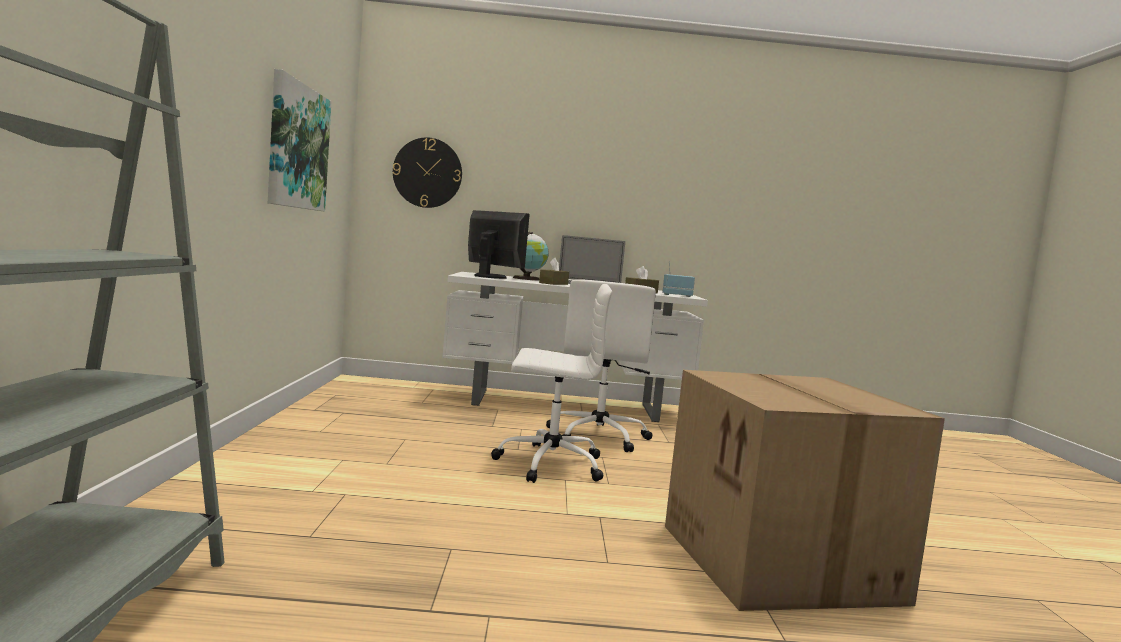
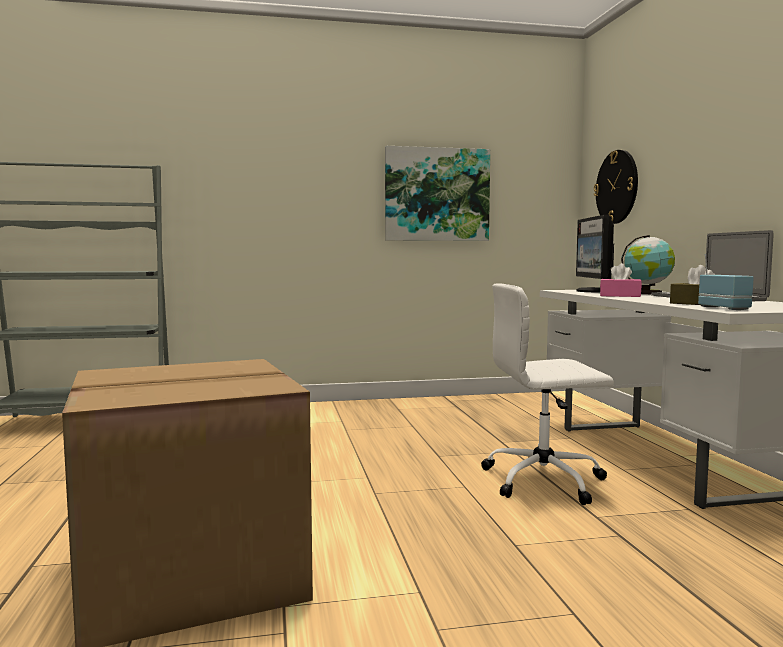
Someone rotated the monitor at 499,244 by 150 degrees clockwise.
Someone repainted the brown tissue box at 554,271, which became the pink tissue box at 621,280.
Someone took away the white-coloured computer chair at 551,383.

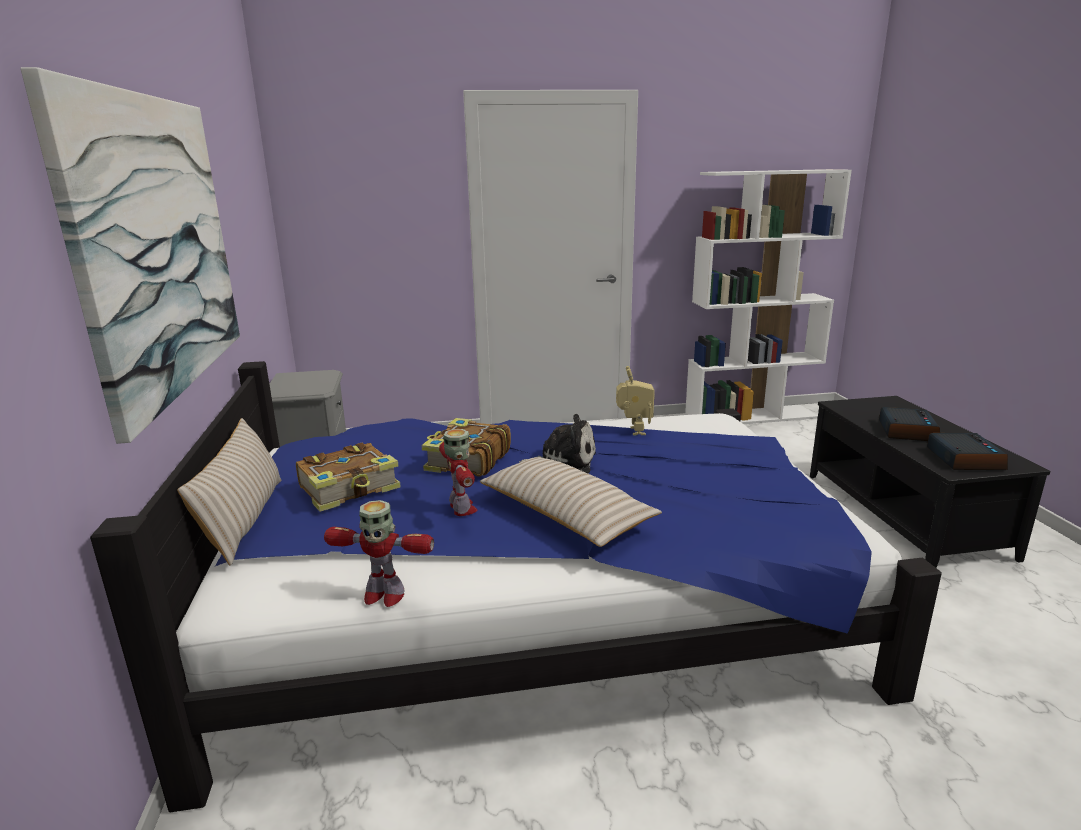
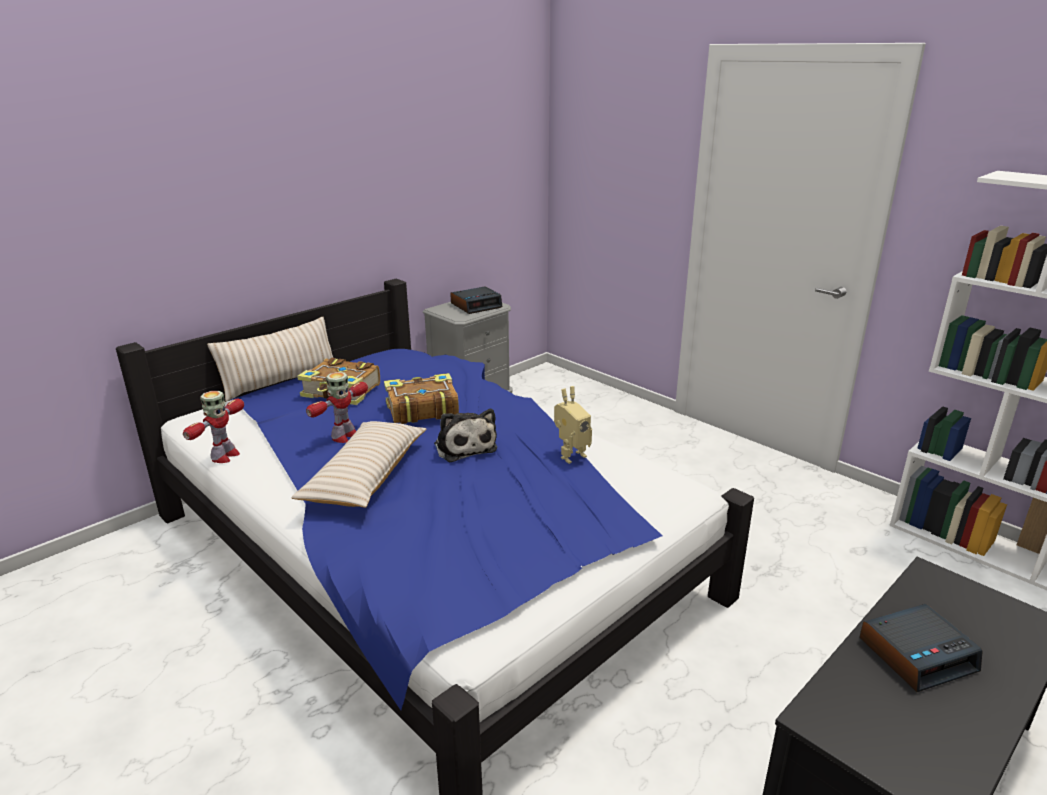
Someone rotated the robot figure at 379,553 by 135 degrees counterclockwise.
Someone carried the alarm clock from 967,451 to 476,300.
Someone took away the picture at 130,255.

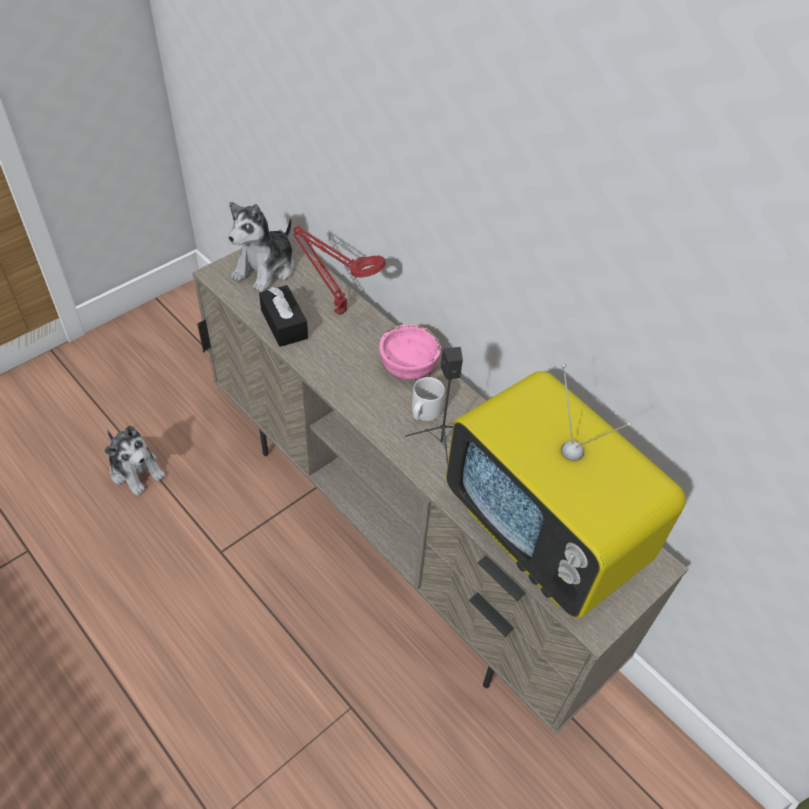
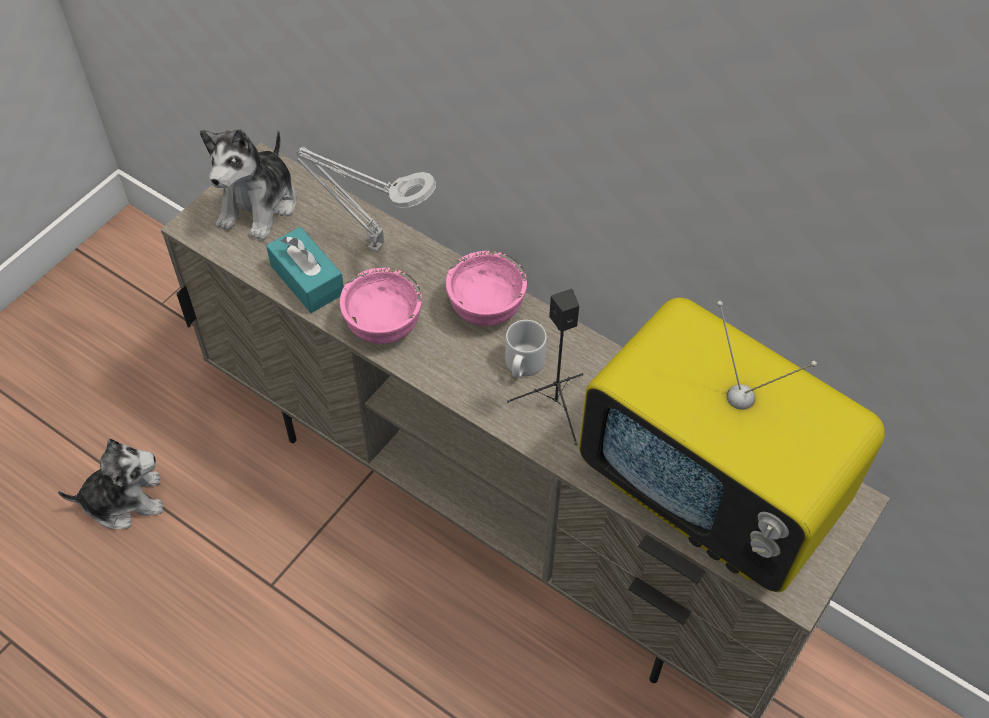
Someone rotated the soft toy at 135,461 by 45 degrees counterclockwise.
Someone repainted the black-coloured tissue box at 283,316, which became the blue-green tissue box at 305,270.
Someone repainted the red-coloured tabletop lamp at 339,270, which became the greyish tabletop lamp at 366,199.
Someone put down the pink deep dish at 381,306.

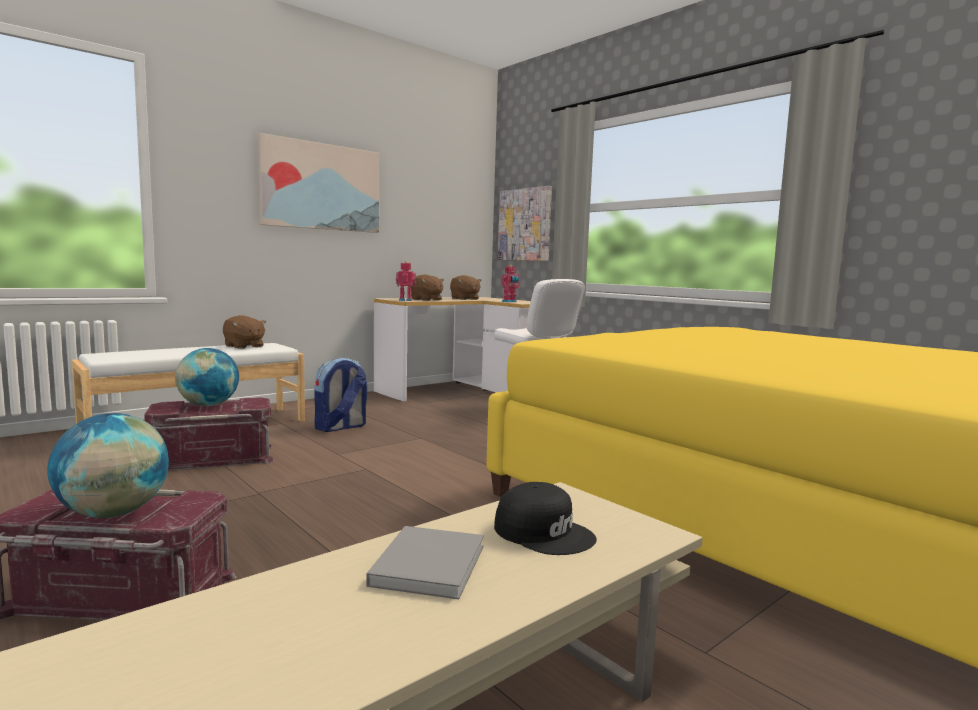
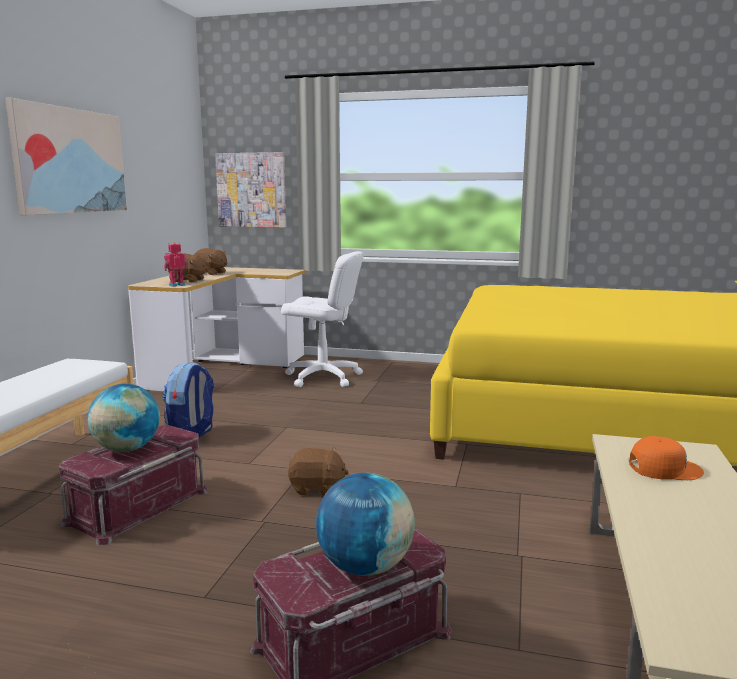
Someone carried the brown soft toy from 244,332 to 318,472.
Someone repainted the black-coloured cap at 545,518, which became the orangey cap at 666,458.
Someone took away the greyish bound book at 425,562.
Someone took away the robot figure at 510,283.

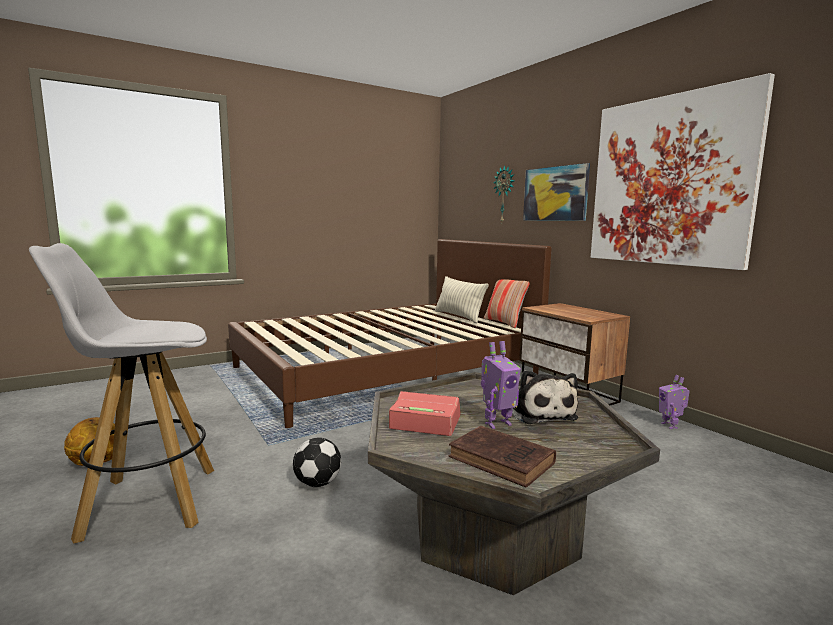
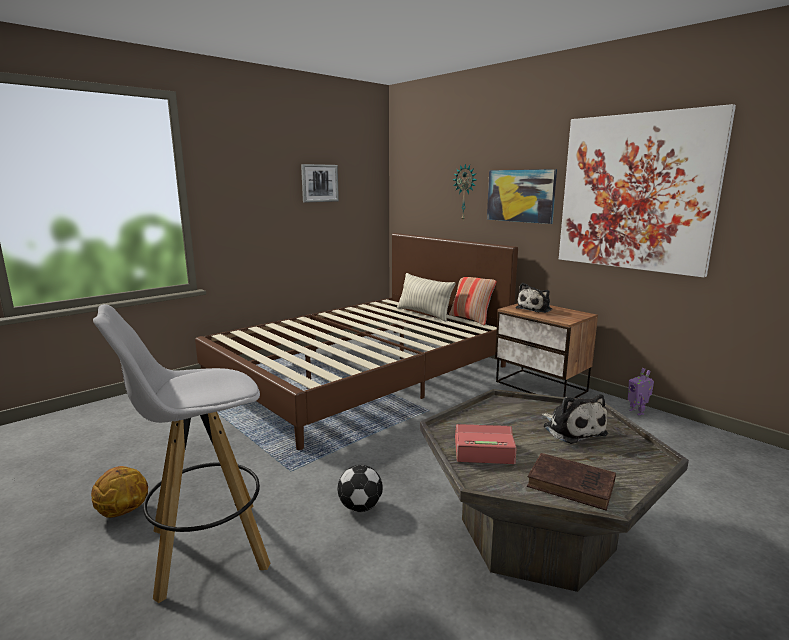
Someone put up the picture at 320,183.
Someone put down the soft toy at 534,298.
Someone took away the robot figure at 501,385.

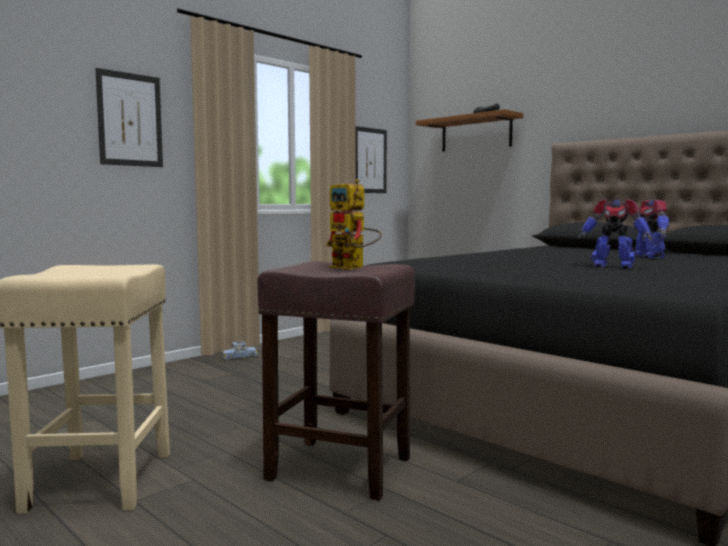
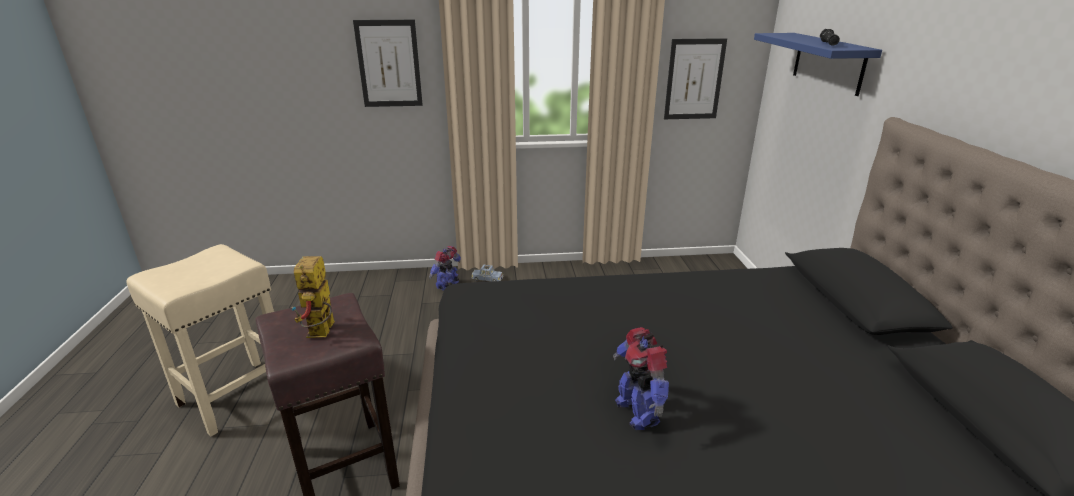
Someone carried the robot figure from 650,229 to 445,268.
Someone repainted the brown wall shelf at 469,130, which became the bluish wall shelf at 818,64.

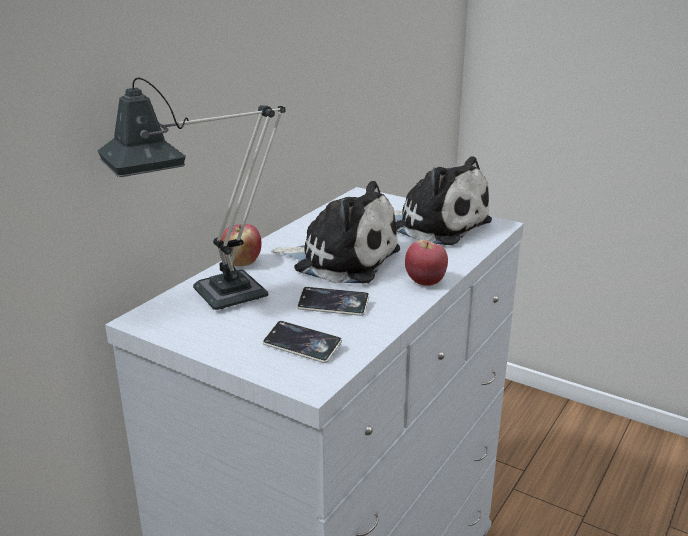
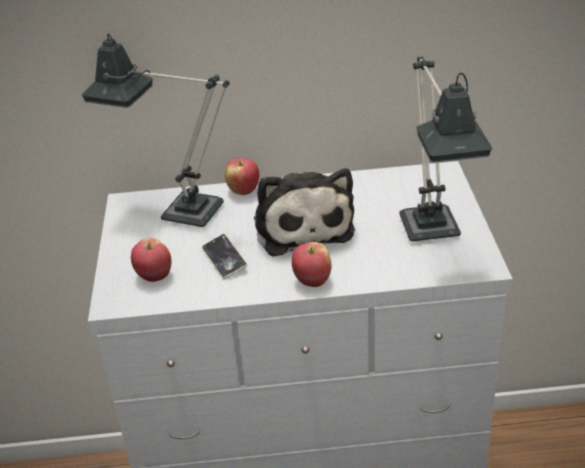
Someone swapped the telephone at 302,342 for the apple fruit at 151,260.
Someone swapped the soft toy at 443,201 for the tabletop lamp at 445,148.

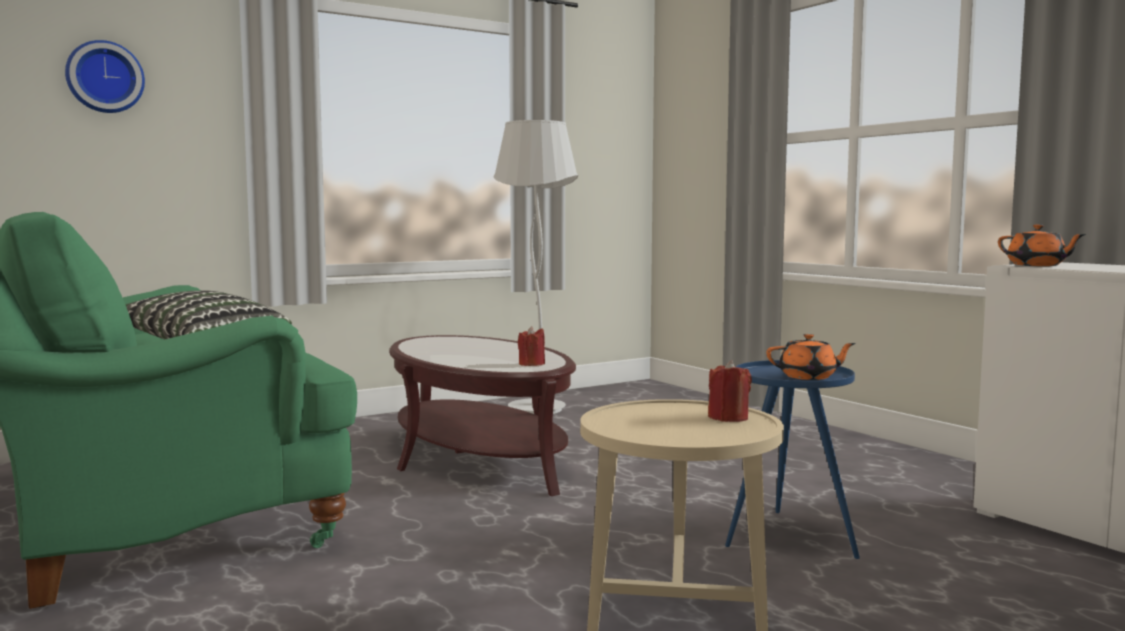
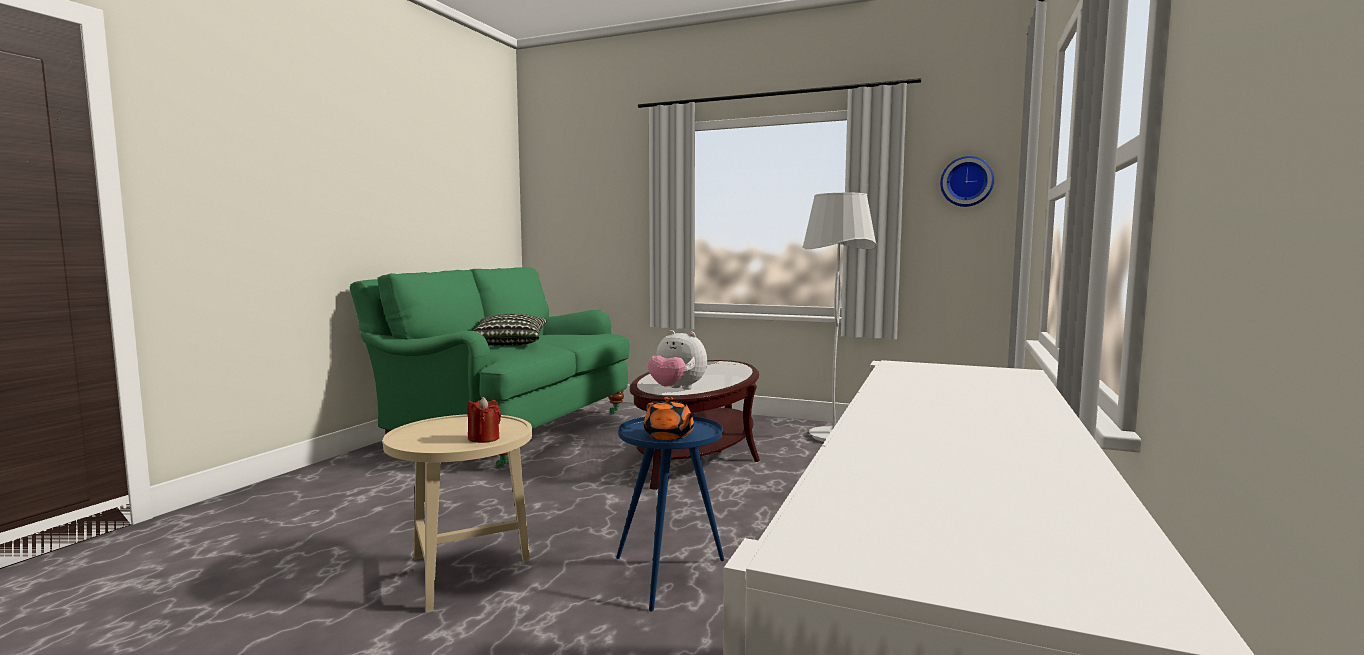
Someone swapped the red-coloured wax light at 531,346 for the soft toy at 677,360.
Someone carried the wall clock from 105,76 to 967,181.
Someone took away the orangey teapot at 1042,245.

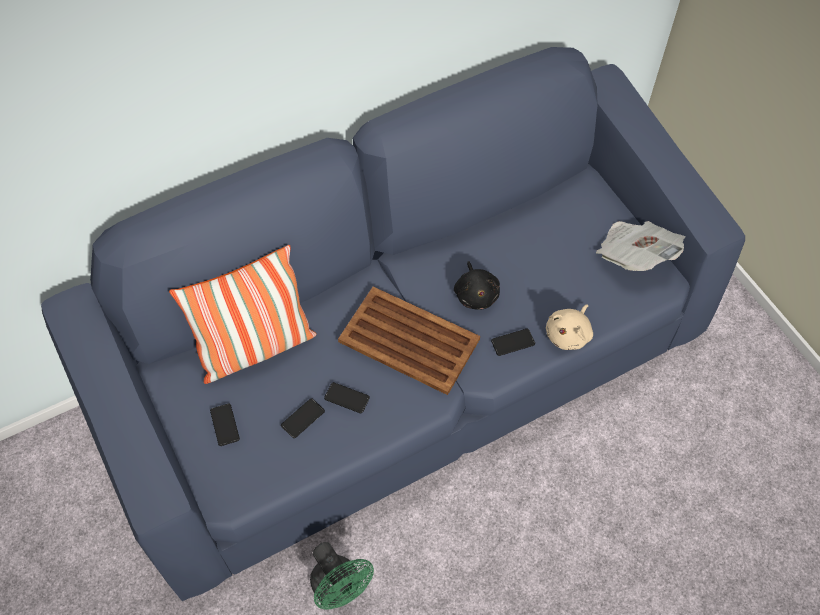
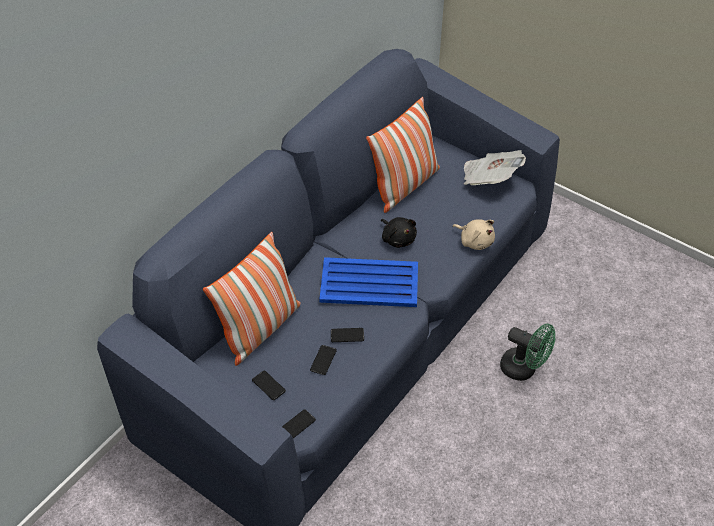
Someone carried the telephone from 513,342 to 299,423.
Someone repainted the brown tray at 409,341, which became the bluish tray at 368,282.
Someone put down the pillow at 403,155.
Someone rotated the beige soft toy at 569,327 by 60 degrees counterclockwise.
Someone carried the green electric fan from 342,576 to 527,352.

